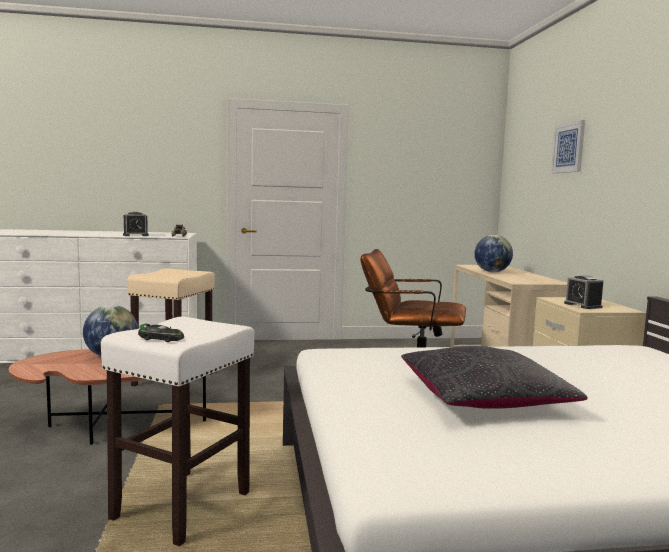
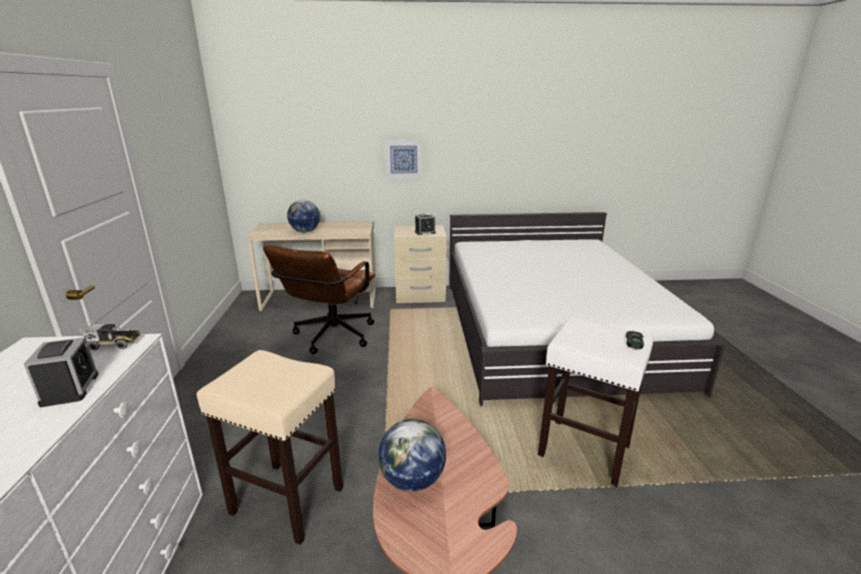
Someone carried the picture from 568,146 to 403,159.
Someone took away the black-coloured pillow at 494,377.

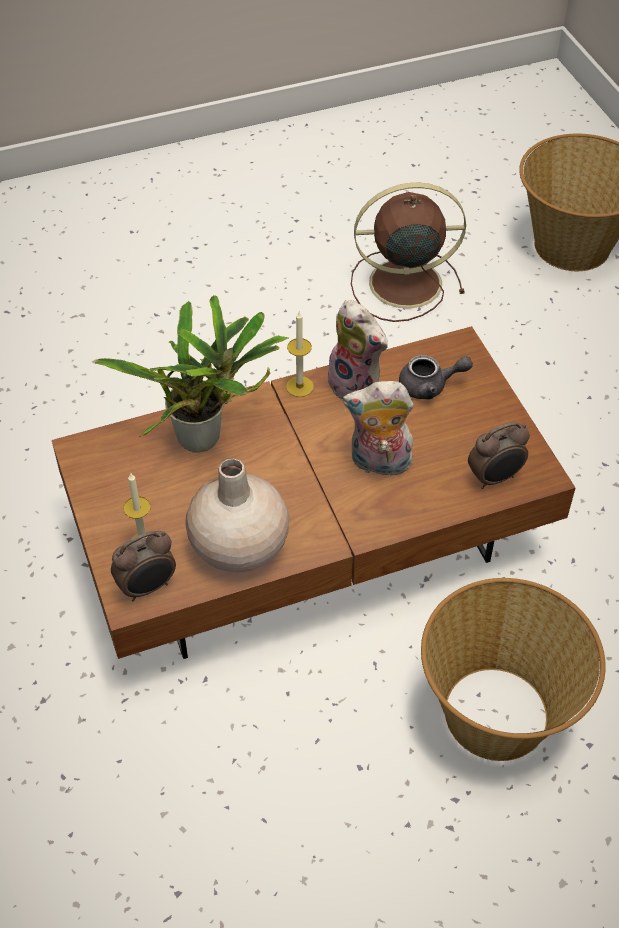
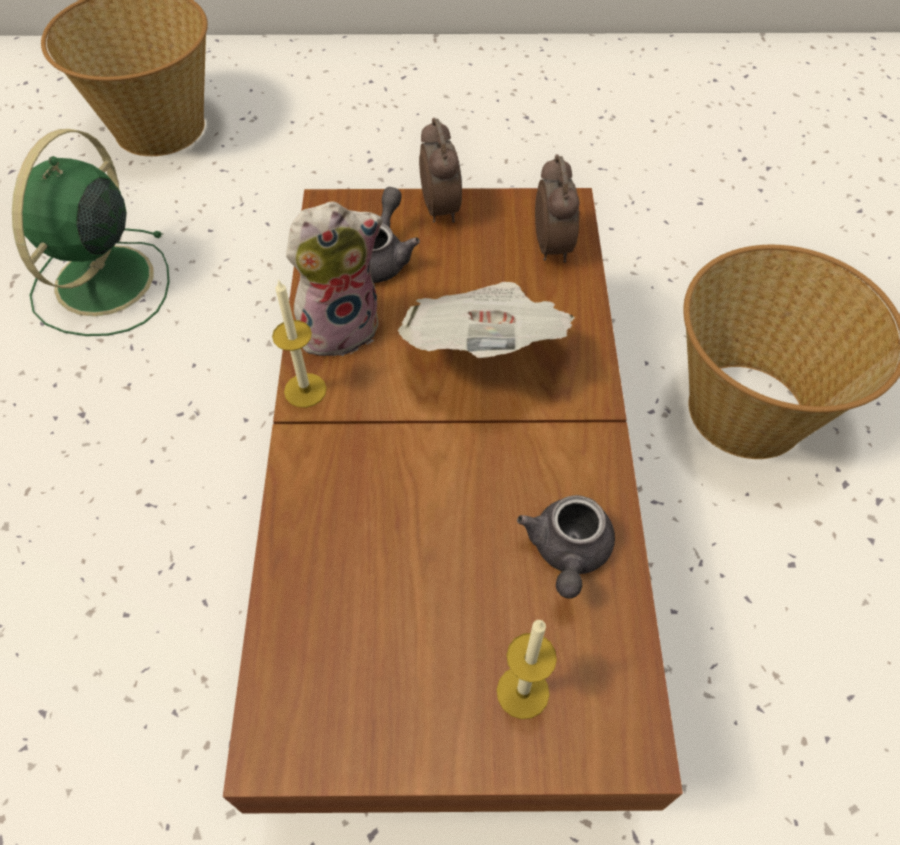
Someone repainted the brown electric fan at 408,252, which became the green electric fan at 90,232.
Someone swapped the soft toy at 378,428 for the daily paper at 486,320.
Someone carried the alarm clock from 143,566 to 440,170.
Someone swapped the beige decorative vase at 237,515 for the greyish teapot at 566,547.
Someone took away the plant in a pot at 191,374.

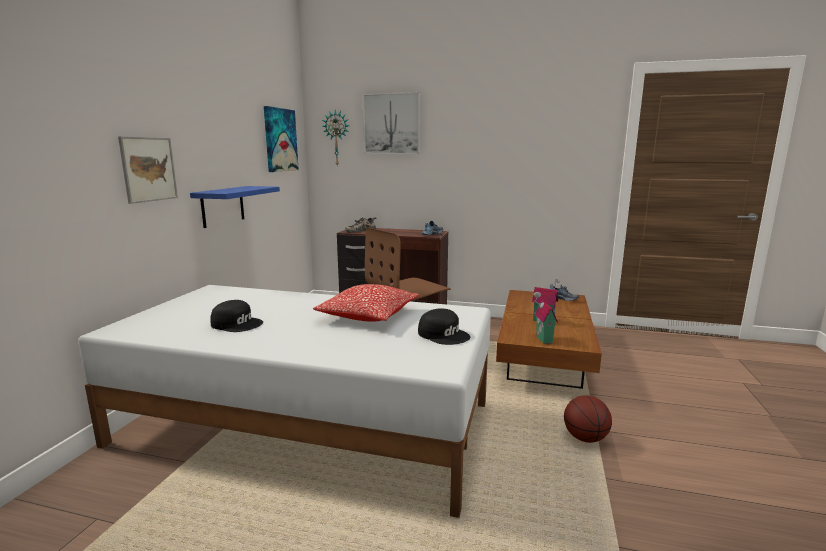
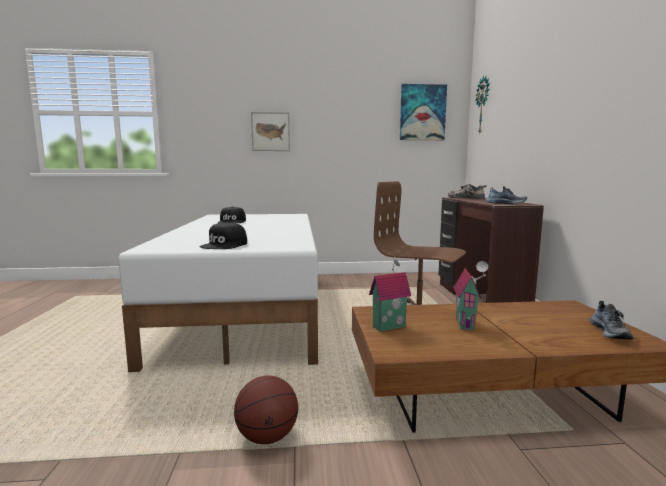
Someone took away the bluish wall shelf at 235,207.
Someone took away the pillow at 366,303.
Someone took away the picture at 391,123.

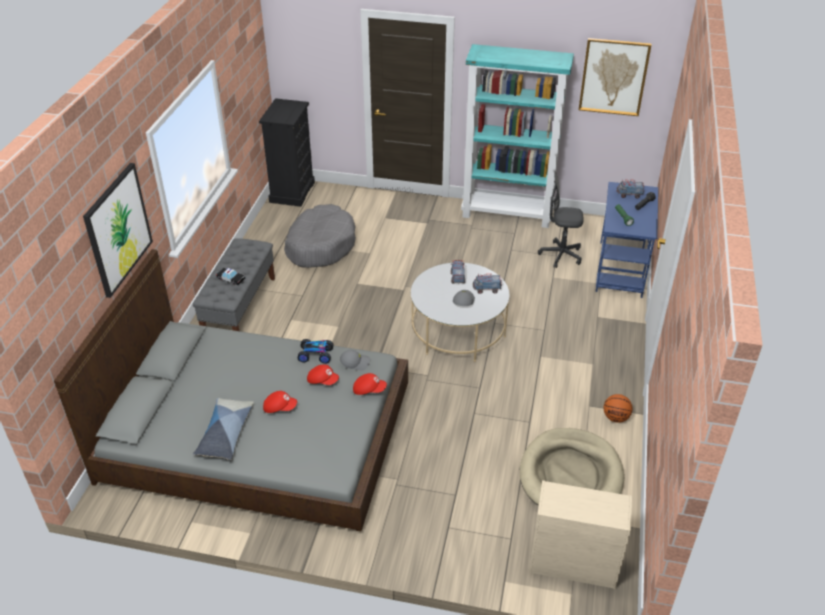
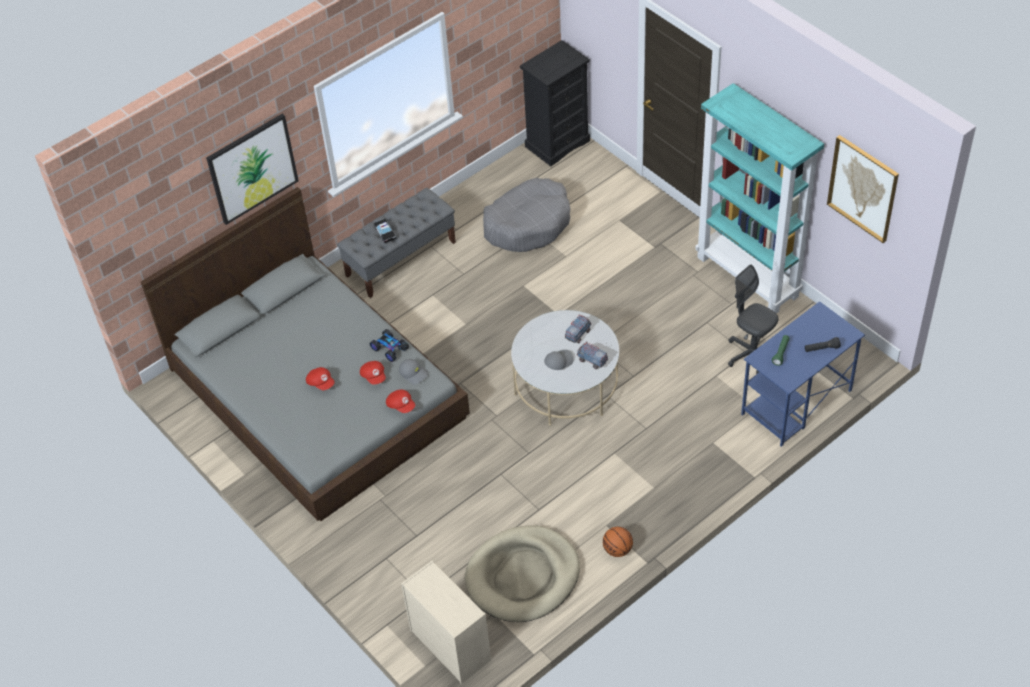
Someone took away the pillow at 223,429.
Someone took away the toy lorry at 630,189.

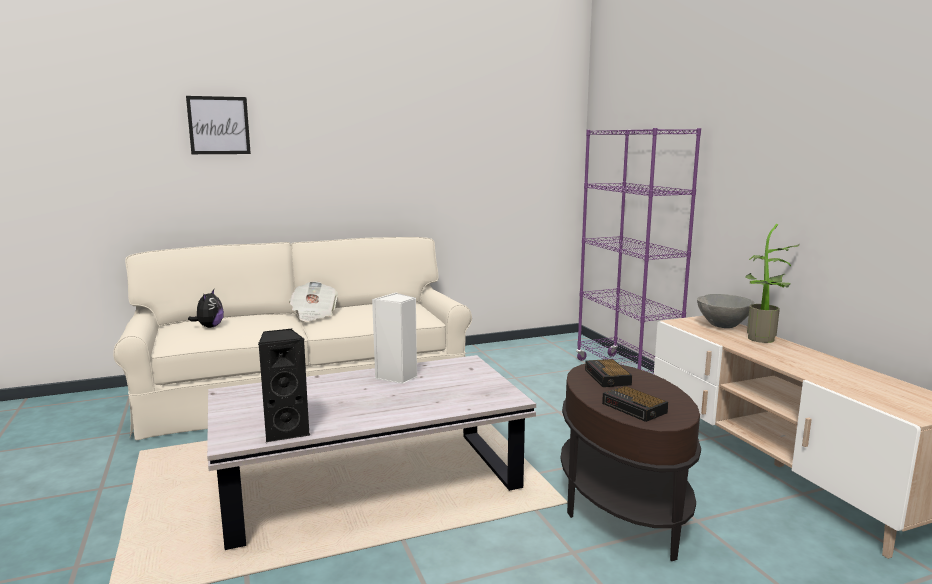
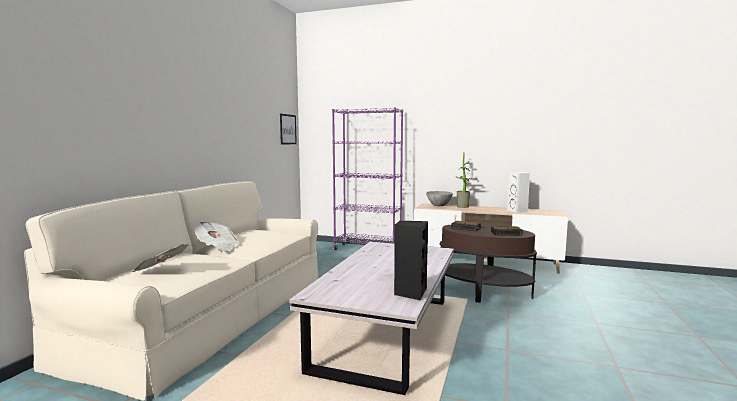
Someone swapped the soft toy at 206,308 for the daily paper at 160,258.
Someone carried the picture from 218,125 to 288,129.
Someone carried the white-coloured audio speaker from 394,338 to 518,192.

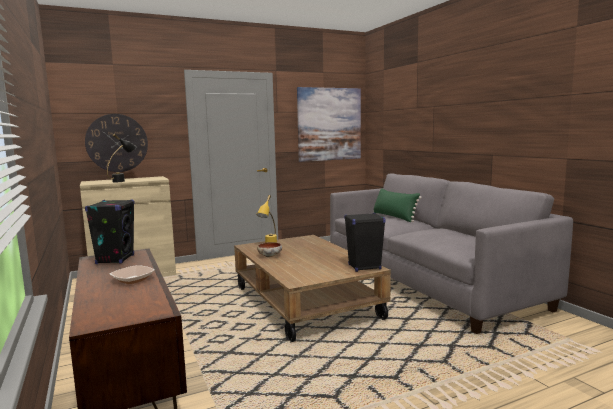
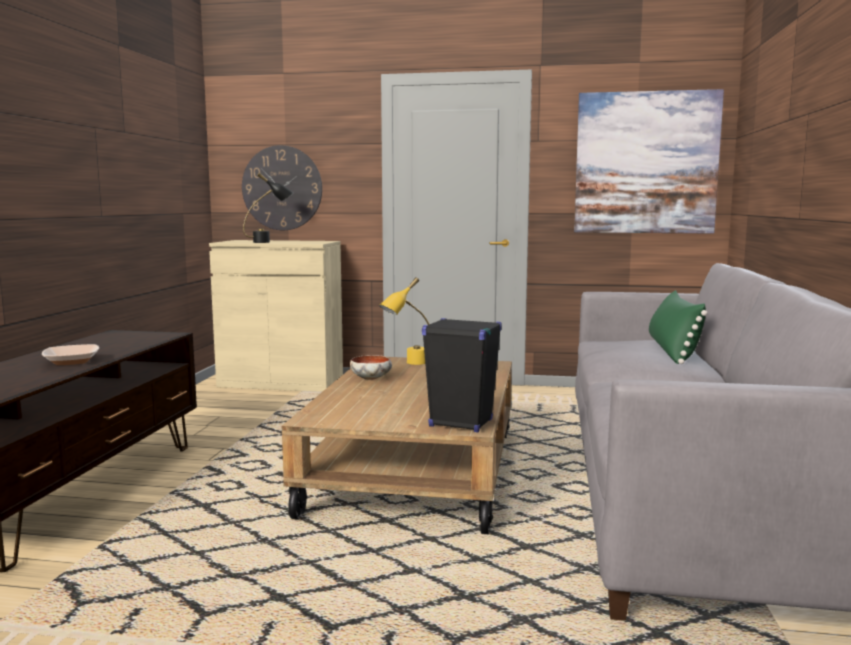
Someone took away the black-coloured audio speaker at 110,231.

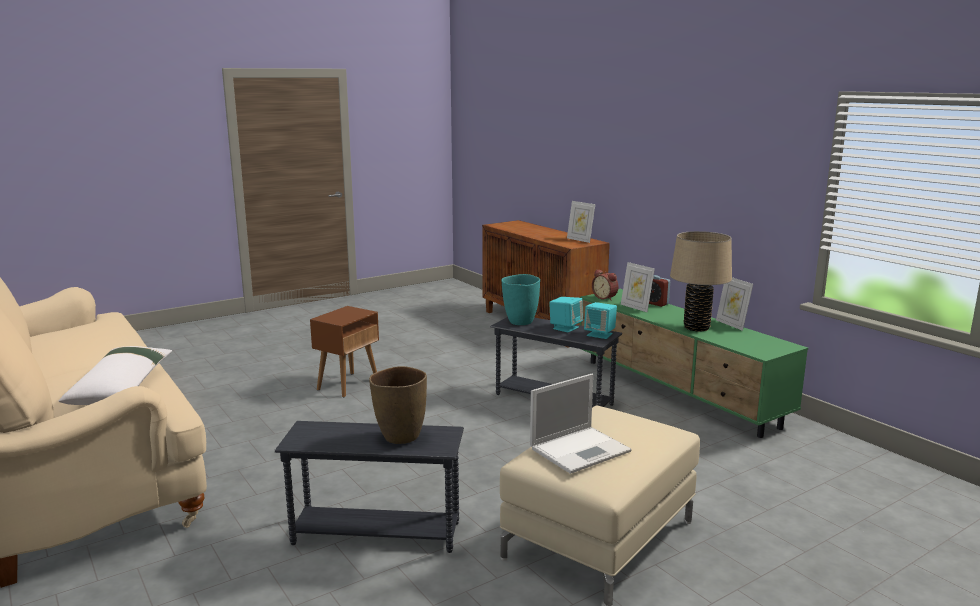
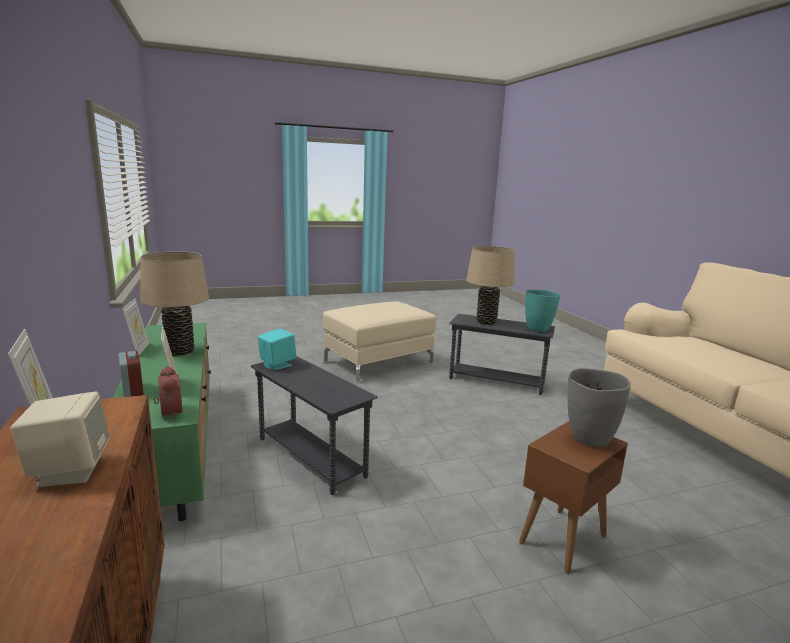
Someone put down the beige audio speaker at 60,439.
Someone swapped the brown decorative vase at 398,405 for the beige tabletop lamp at 490,285.
Someone carried the blue-green decorative vase from 520,299 to 542,310.
Someone put down the greyish decorative vase at 599,407.
Someone took away the white-coloured pillow at 115,375.
Someone took away the portable computer at 581,424.
Someone took away the blue-green audio speaker at 566,315.

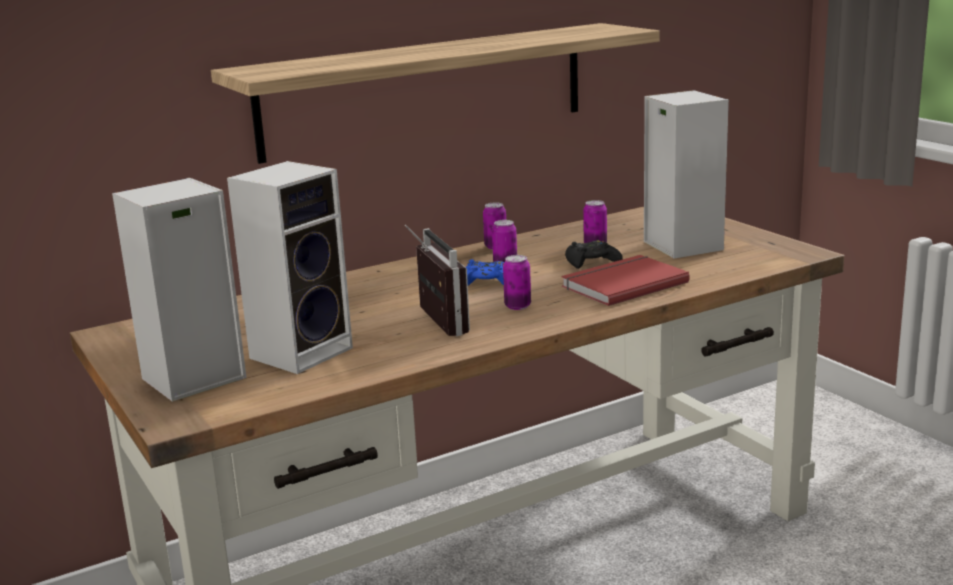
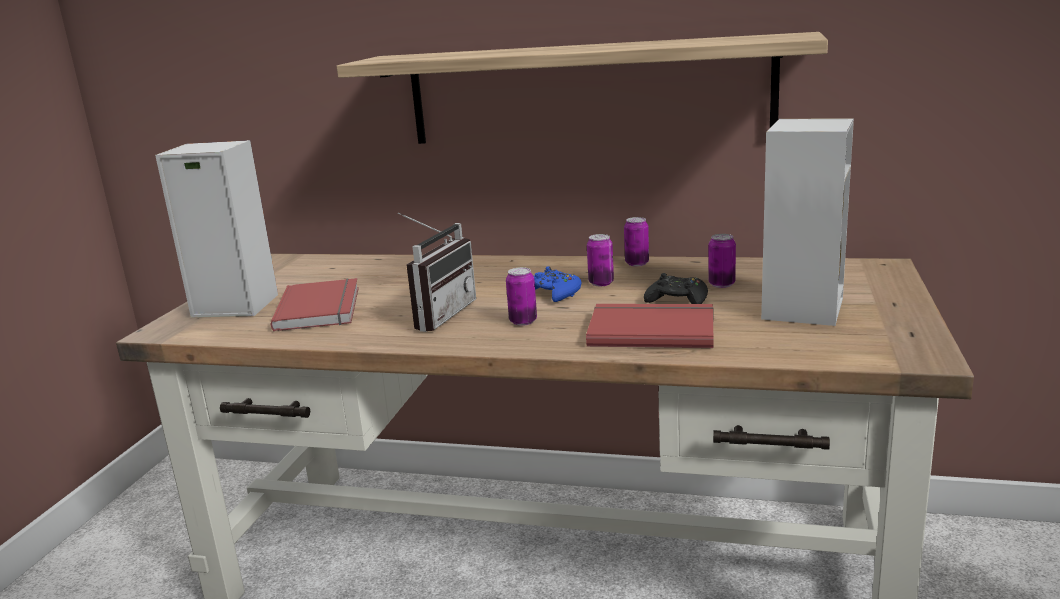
Someone swapped the audio speaker at 290,267 for the red-coloured bound book at 314,304.

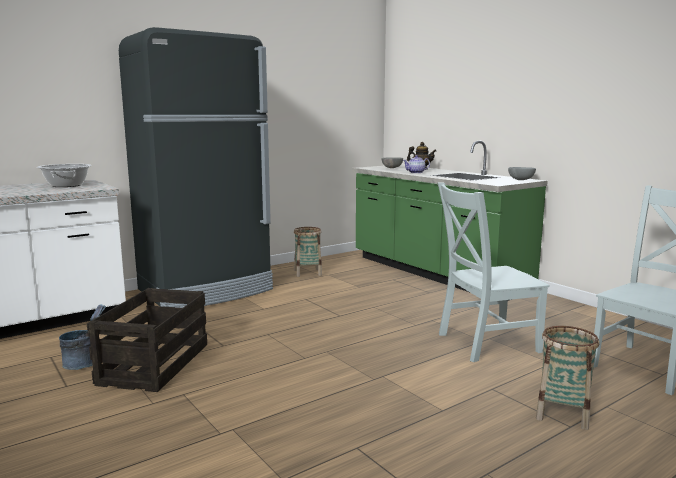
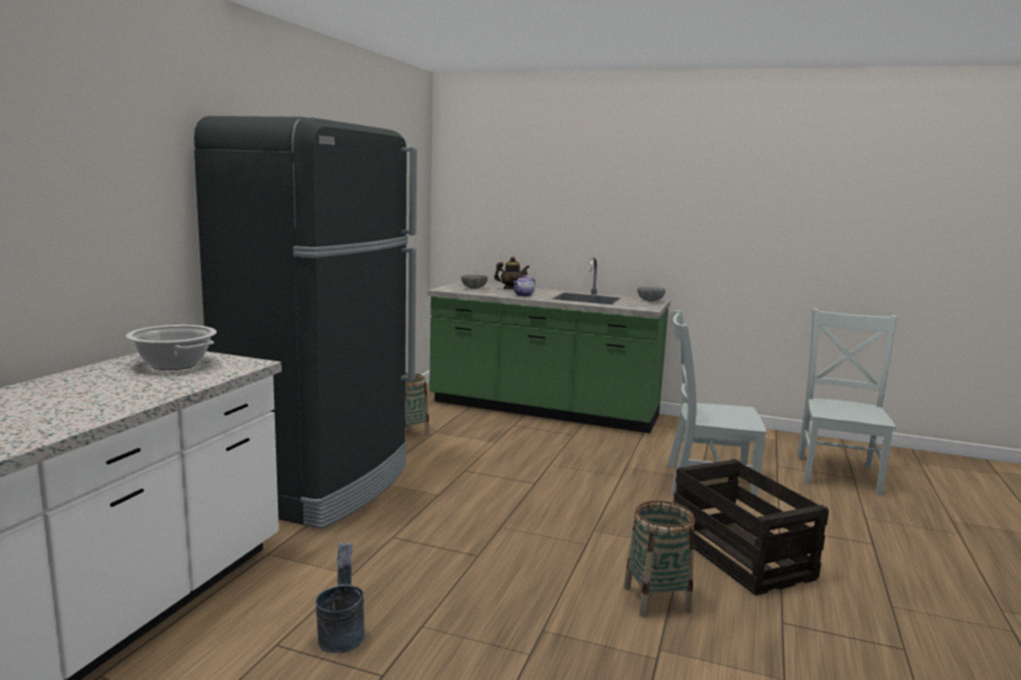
Someone carried the household basket from 567,378 to 659,558.
Someone rotated the greyish plain chair at 494,272 by 60 degrees clockwise.
Someone carried the packing crate from 147,340 to 751,527.

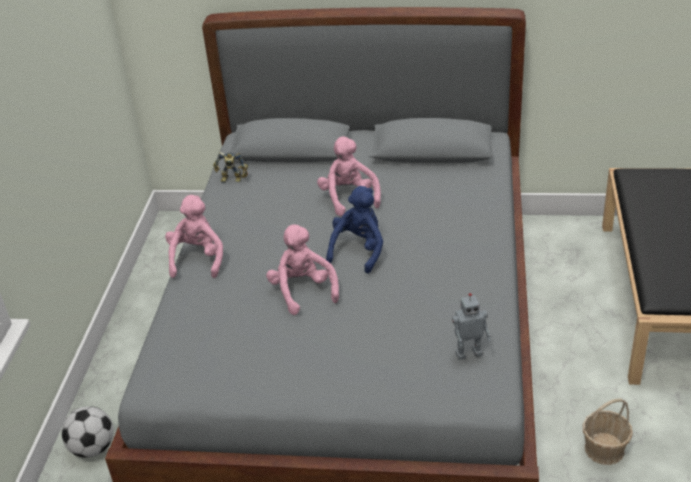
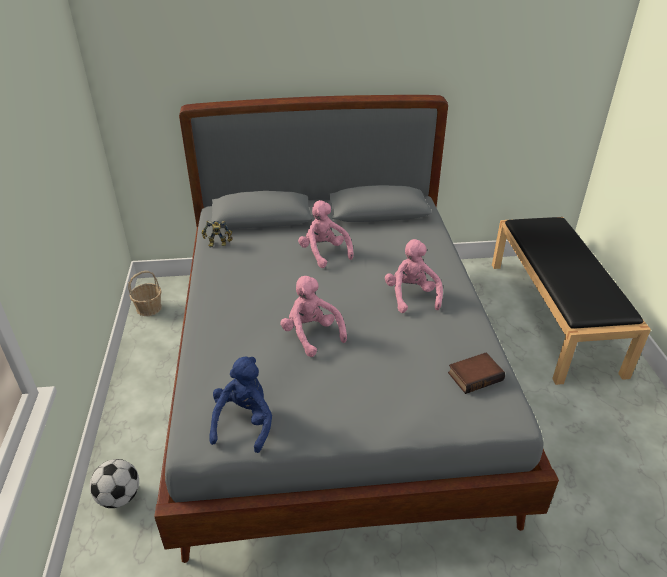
Someone carried the household basket from 608,431 to 145,293.
Someone carried the bluish soft toy from 354,229 to 240,405.
Someone carried the pink soft toy from 194,236 to 414,276.
Someone swapped the robot figure at 471,326 for the bound book at 476,373.

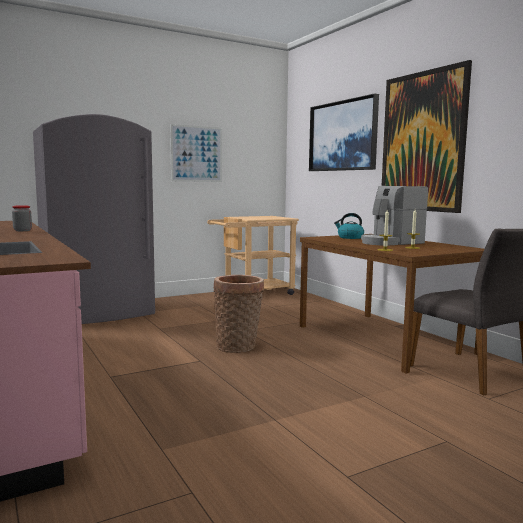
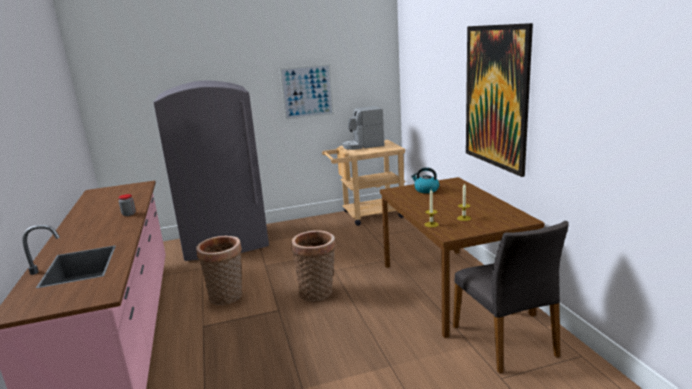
Someone put down the household basket at 219,270.
Someone carried the coffee maker from 394,216 to 363,128.
Someone took away the picture at 344,132.

